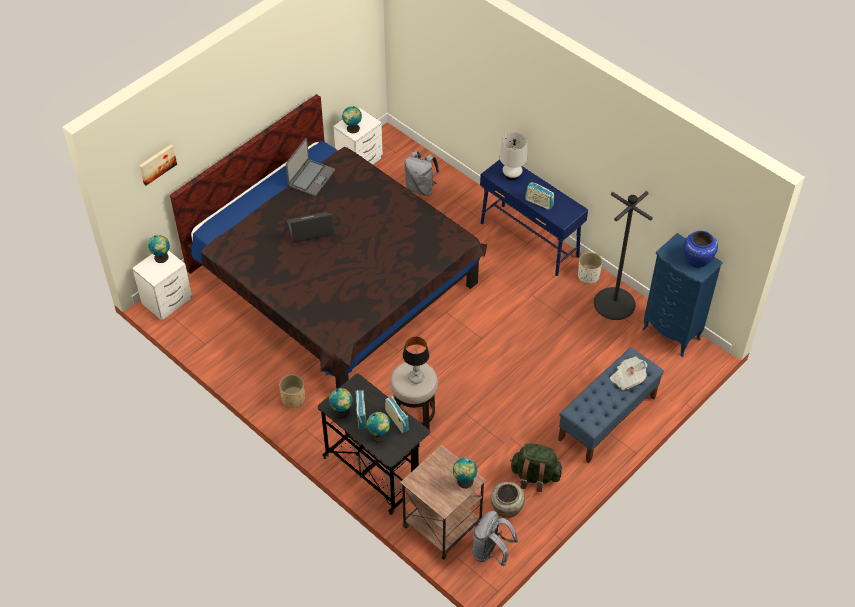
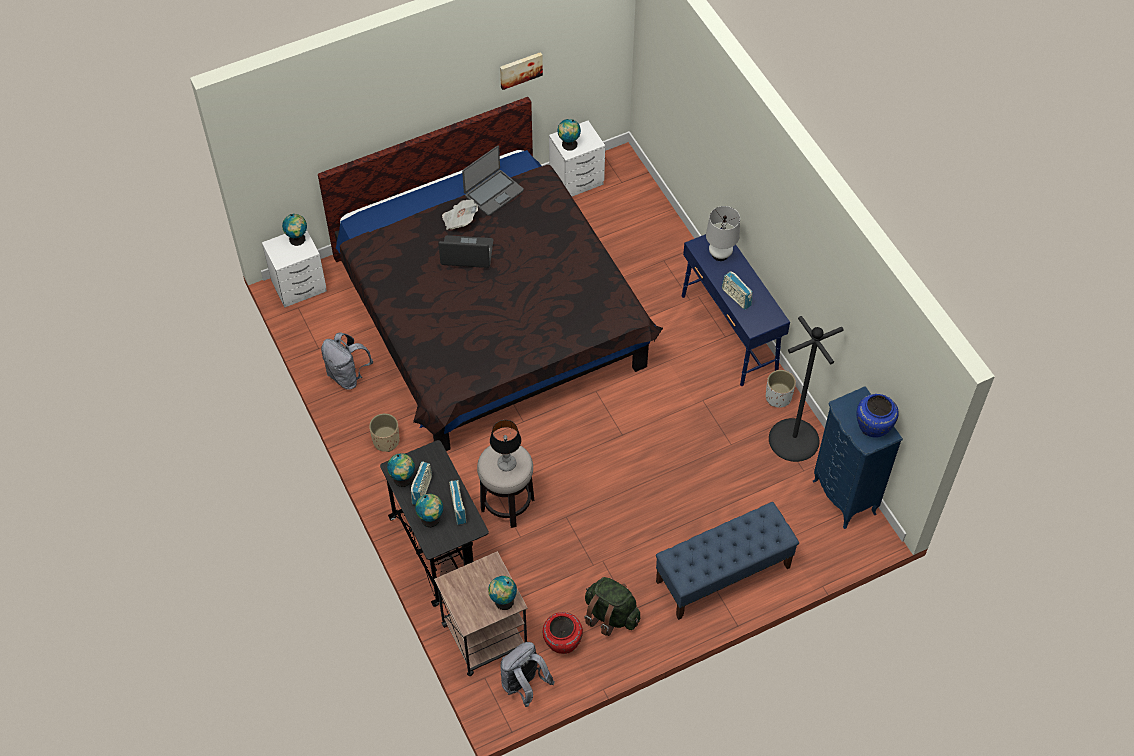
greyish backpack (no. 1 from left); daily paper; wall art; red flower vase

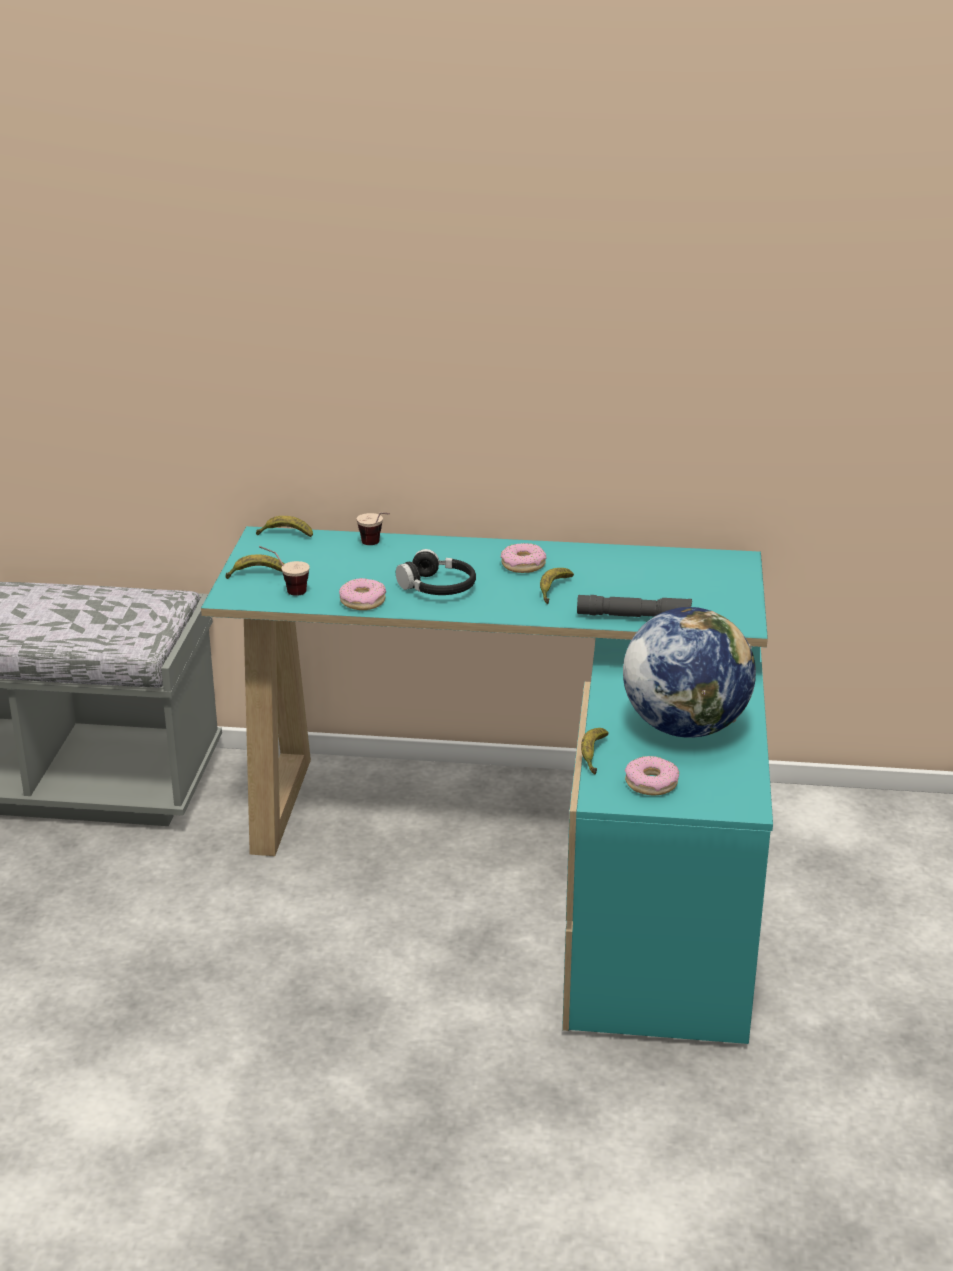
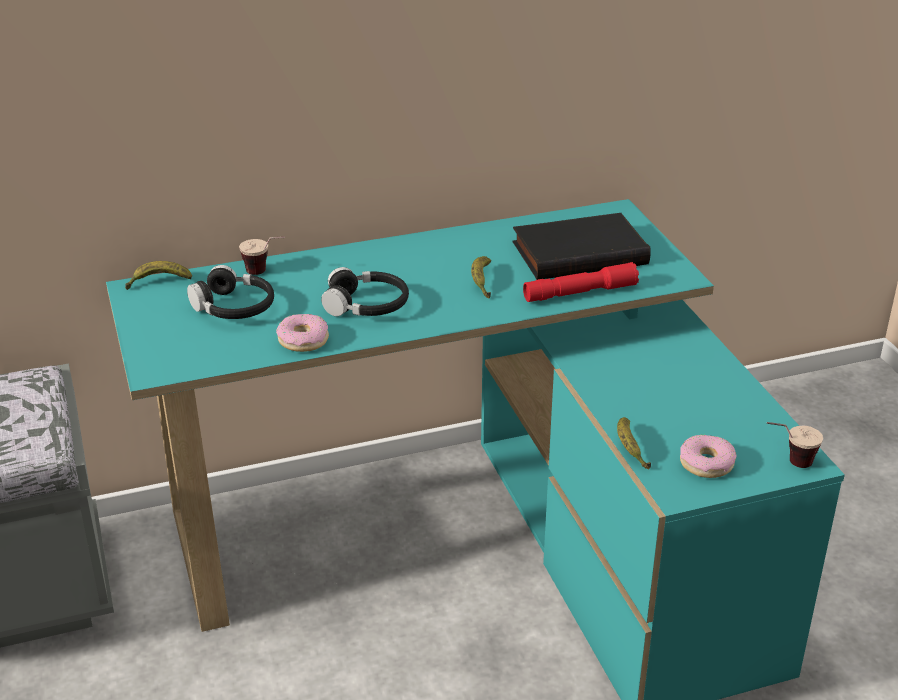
black-coloured headphones (no. 1 from left); black-coloured book; red flashlight; drinking cup (no. 2 from left); banana (no. 1 from left in the first image); donut (no. 2 from left in the first image); globe

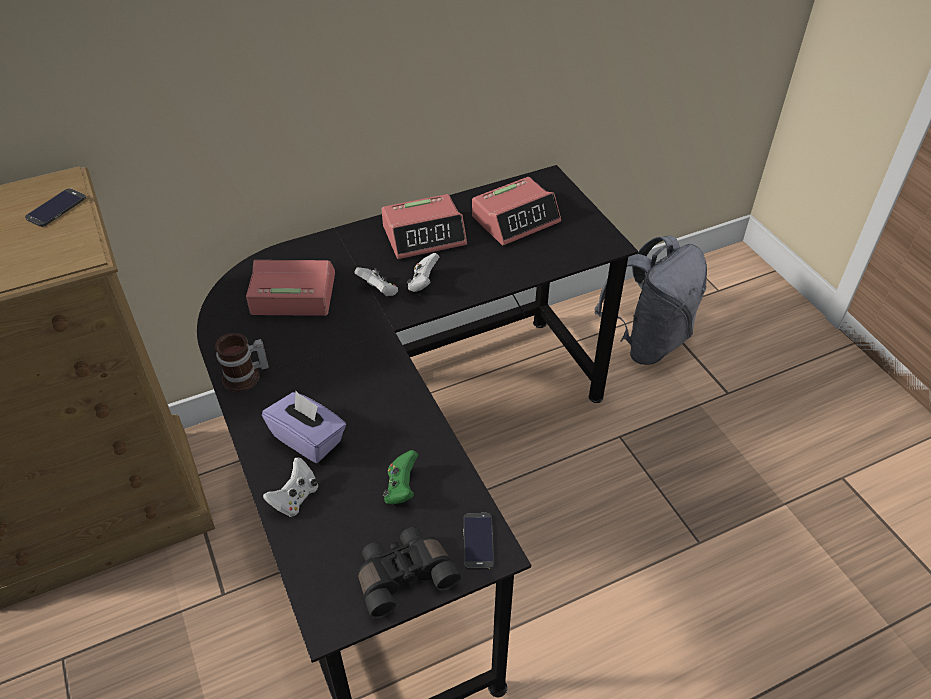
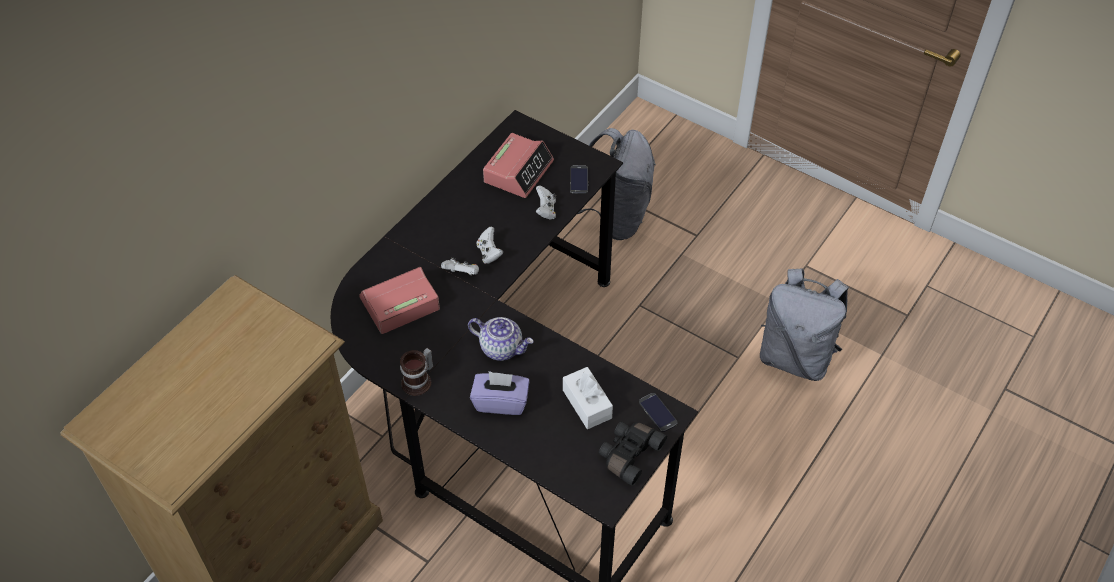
tea pot; whitish gamepad (no. 3 from left); whitish box of tissues; telephone (no. 1 from left); greyish backpack (no. 2 from left); alarm clock (no. 2 from left in the first image)

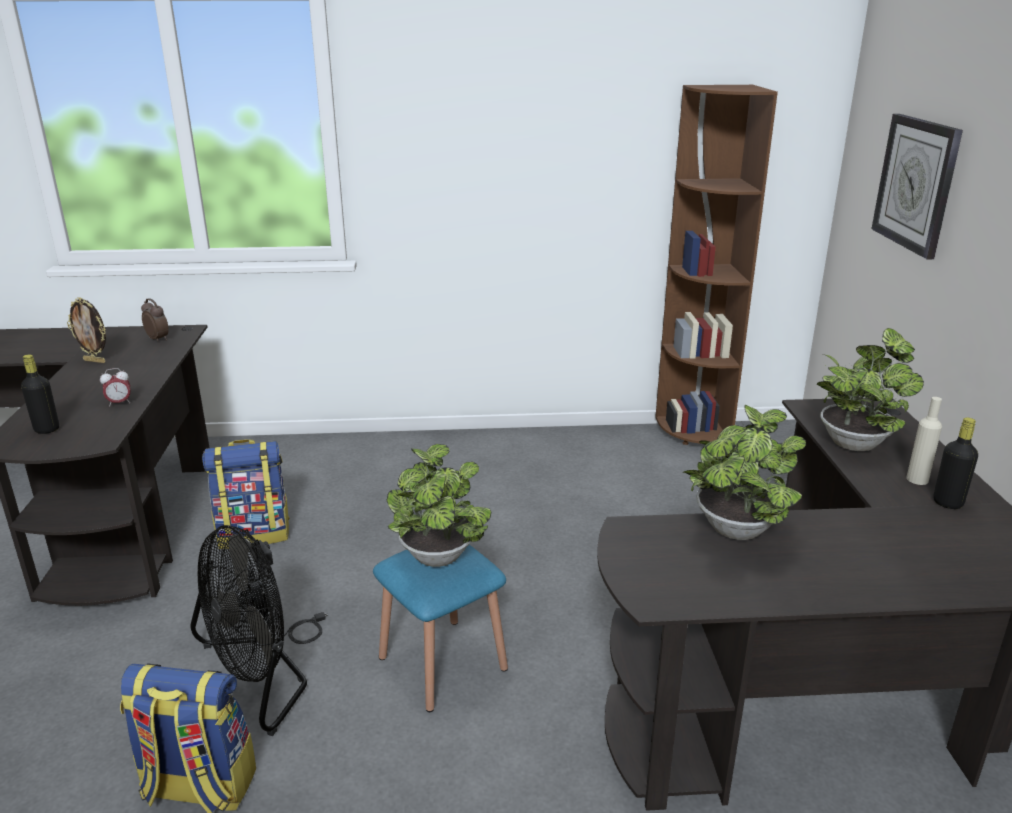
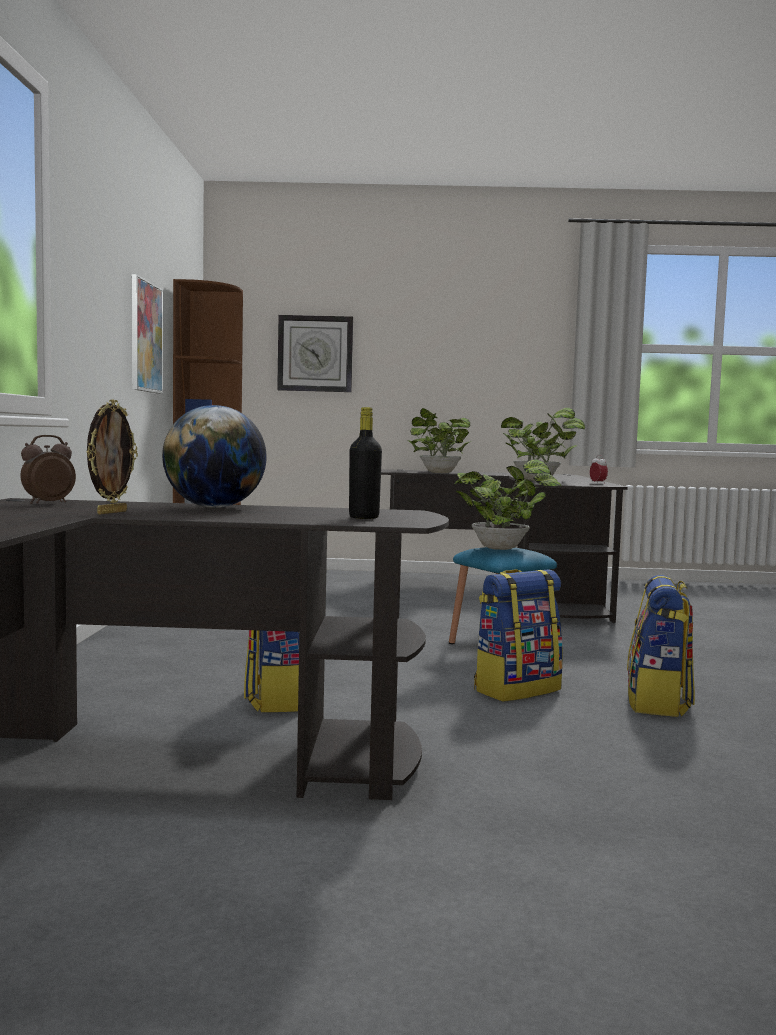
wall art; globe; backpack (no. 2 from left); alarm clock (no. 2 from left); sand-coloured beverage bottle; black-coloured beverage bottle (no. 2 from left in the first image)

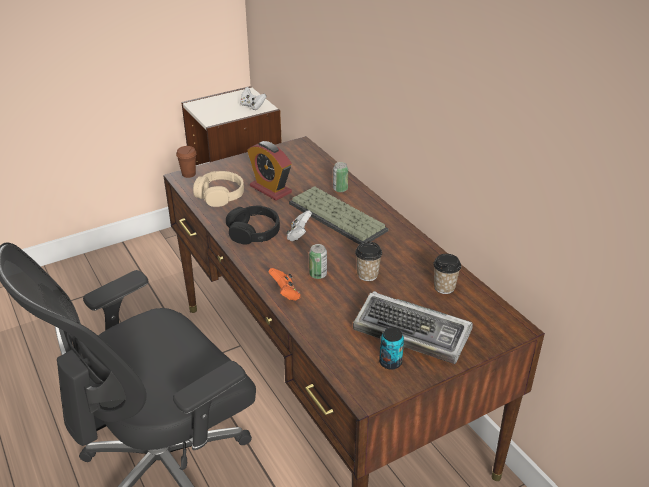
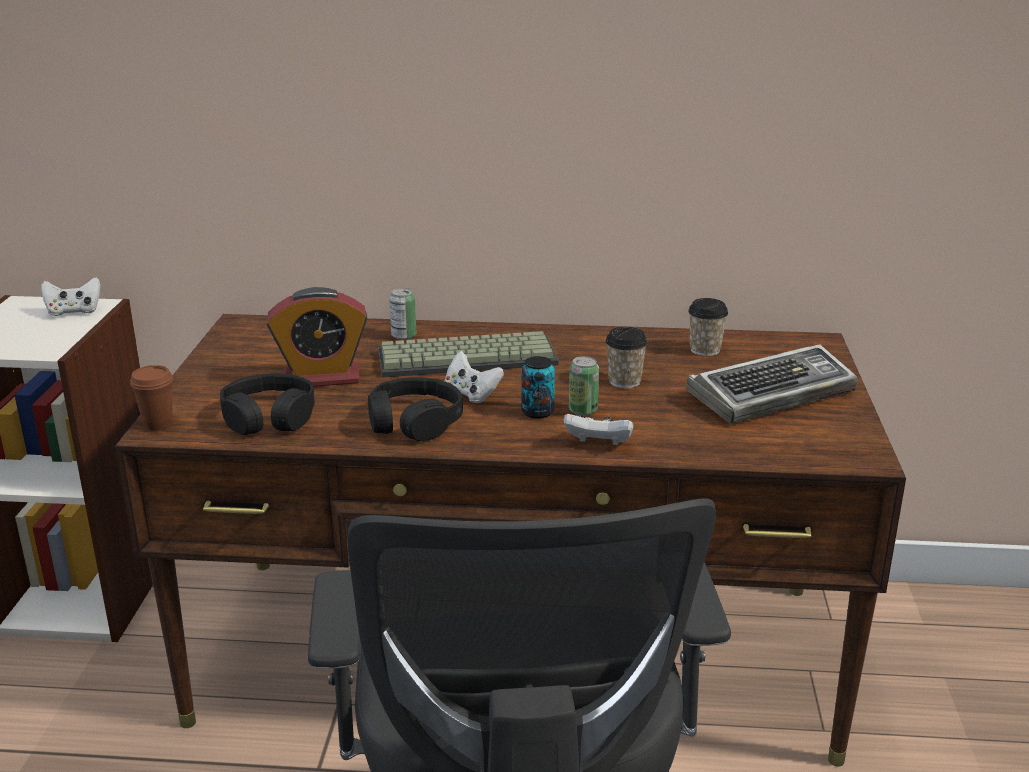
black-coloured headphones (no. 1 from left); sealed can (no. 2 from left); whitish gamepad (no. 3 from left)

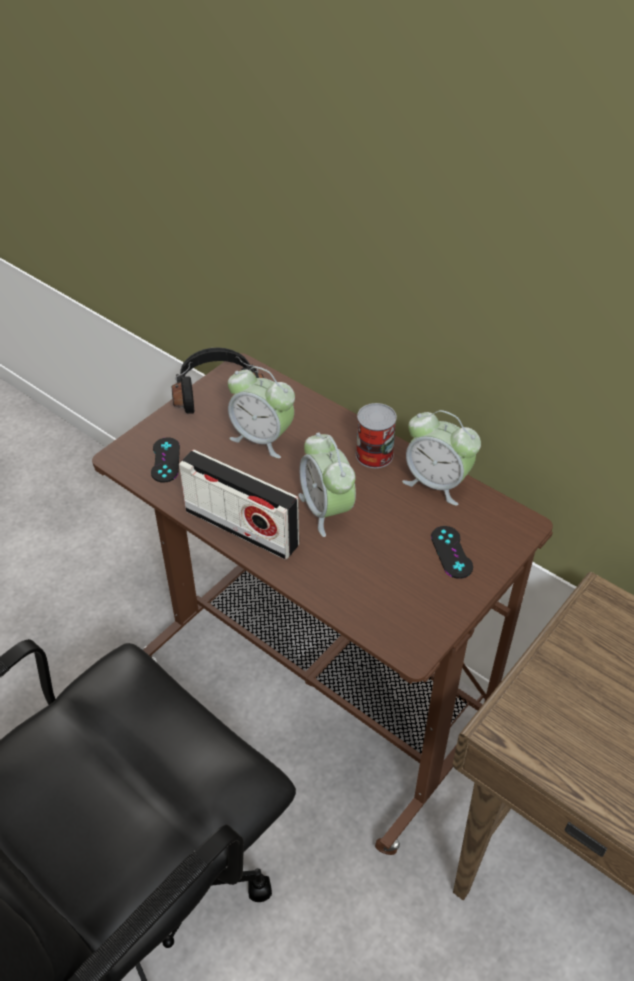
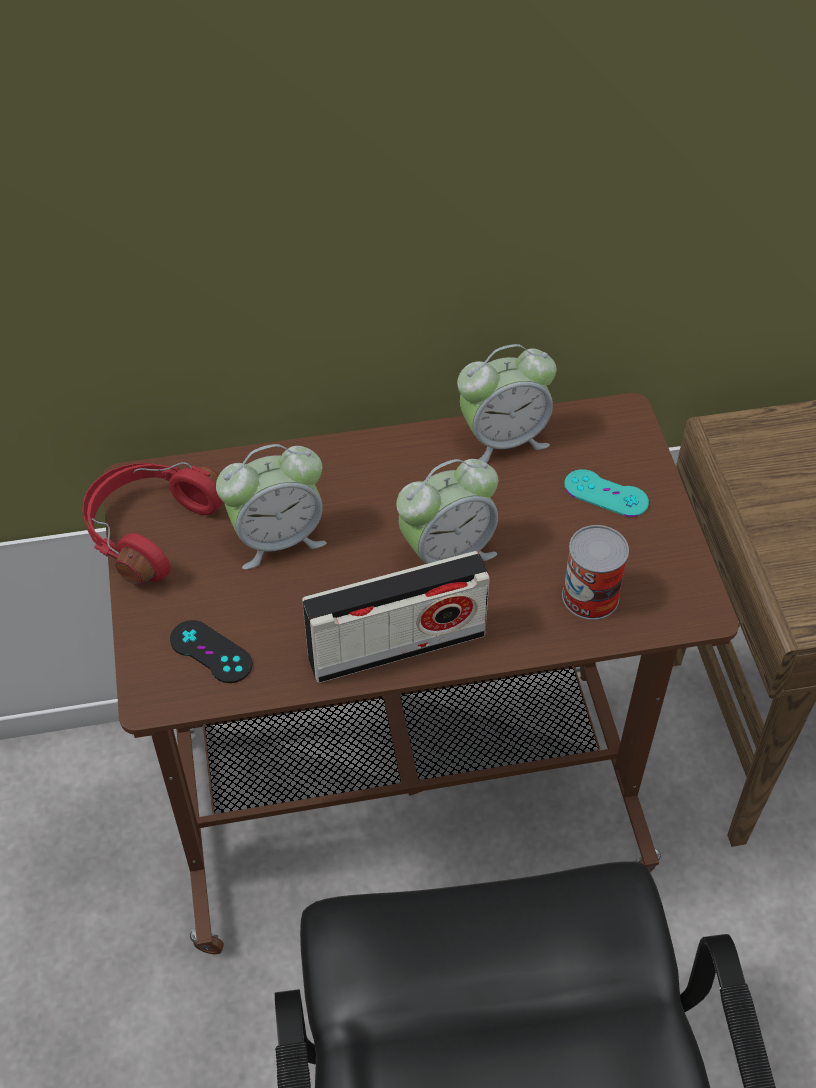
red headphones; alarm clock (no. 2 from left); sealed can; turquoise gamepad

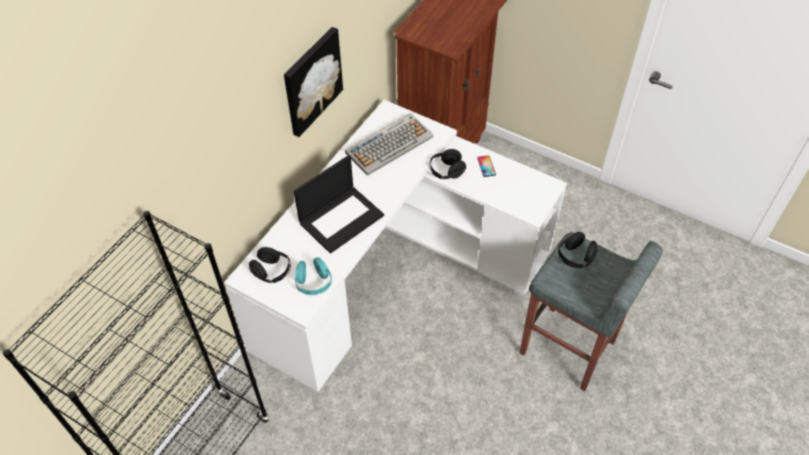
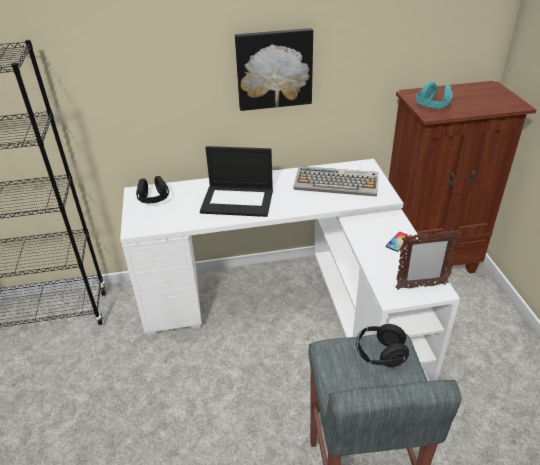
standing frame; turquoise headphones; black-coloured headphones (no. 2 from left in the first image)

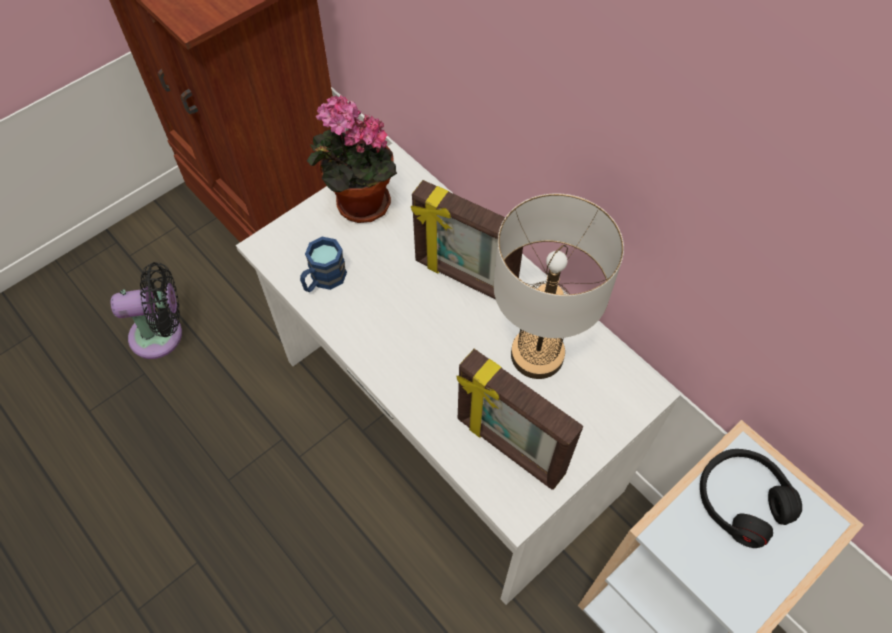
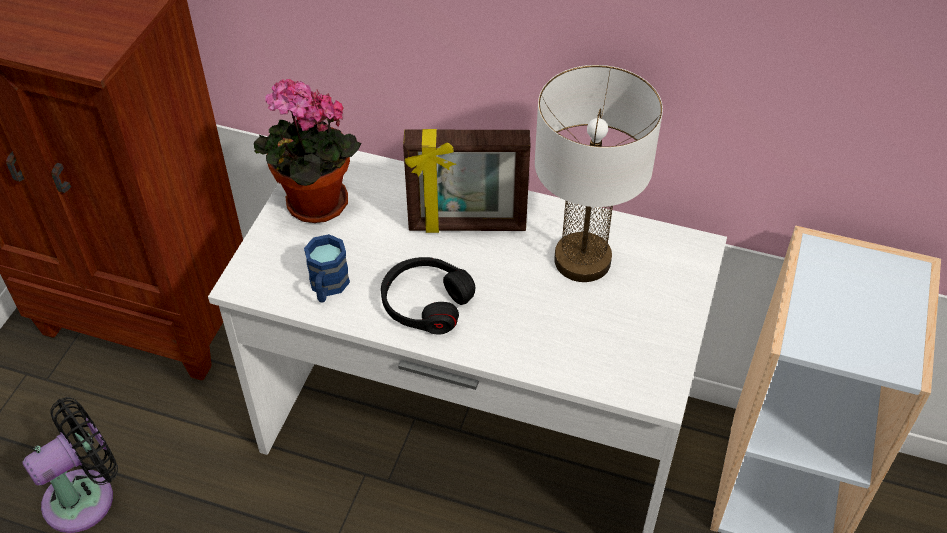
black-coloured headphones; standing frame (no. 2 from left in the first image)

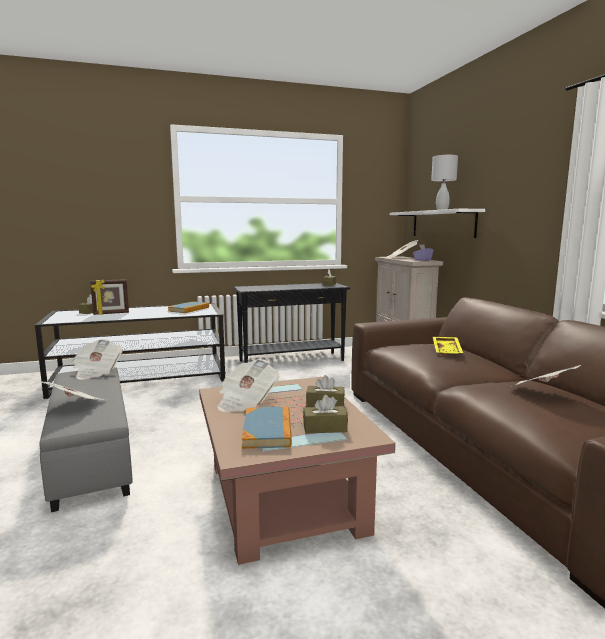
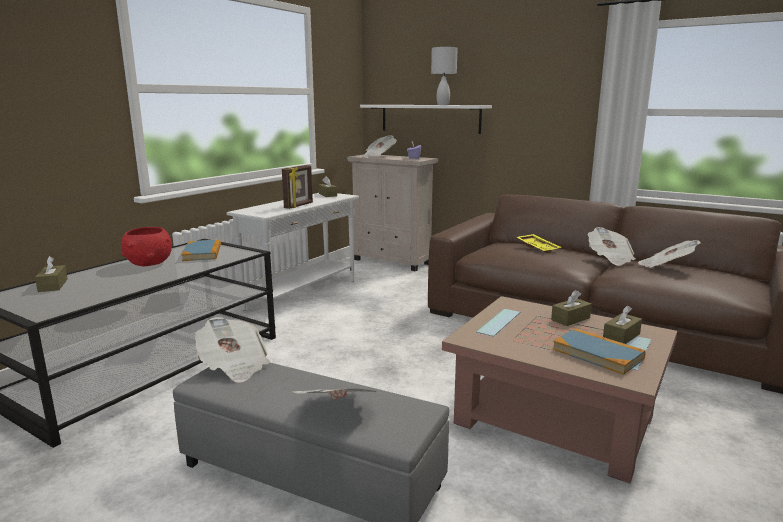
red bowl; whitish console table; standing frame; daily paper (no. 4 from left)

